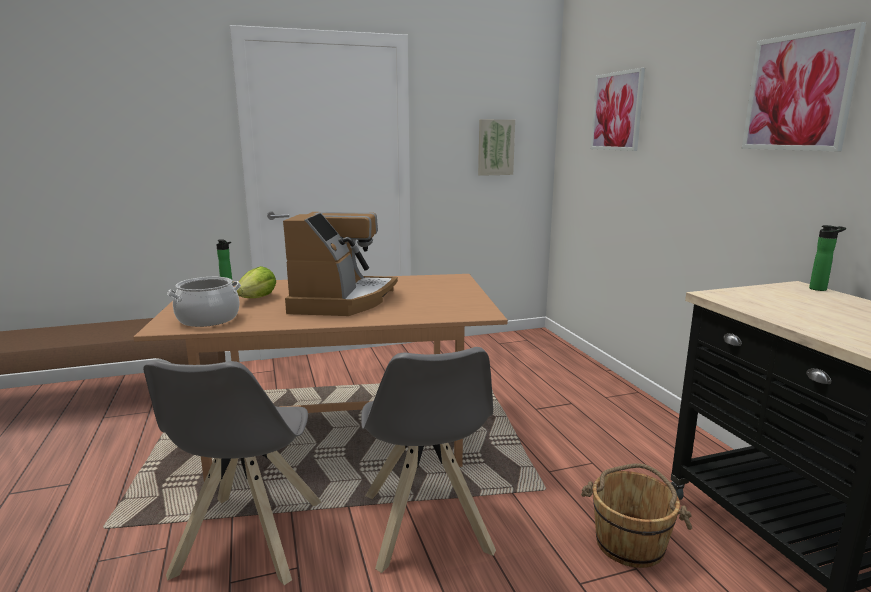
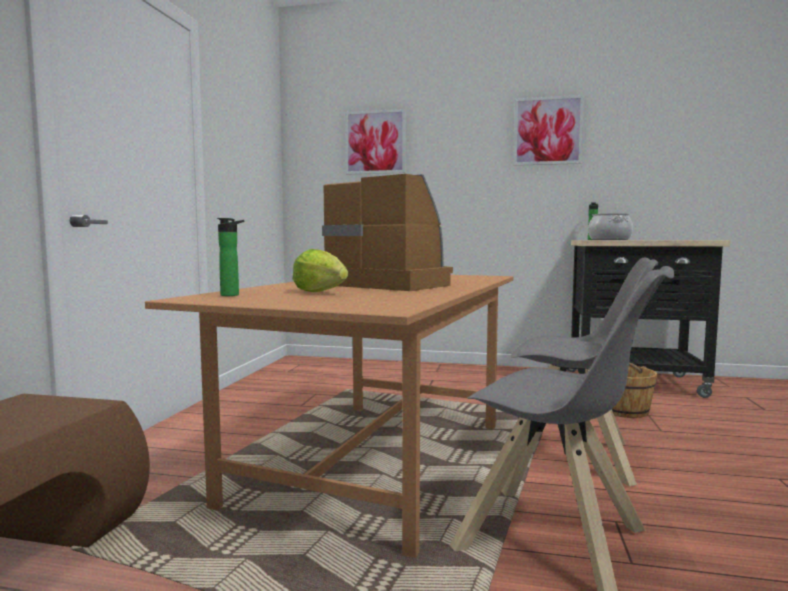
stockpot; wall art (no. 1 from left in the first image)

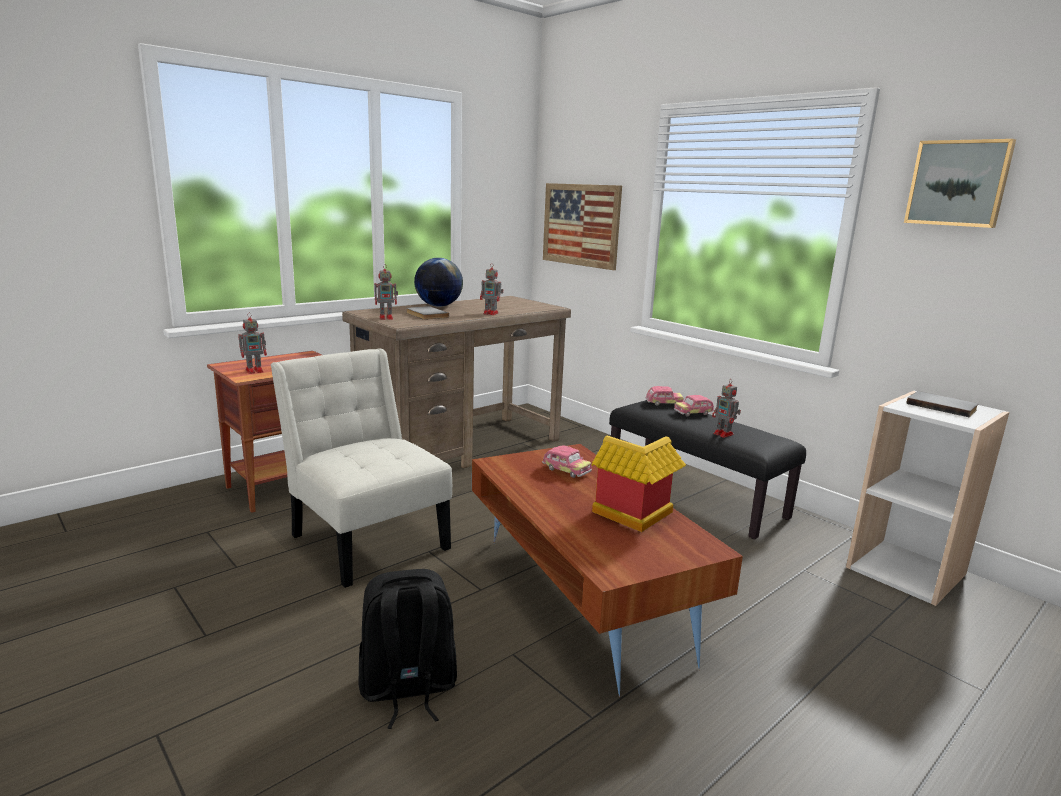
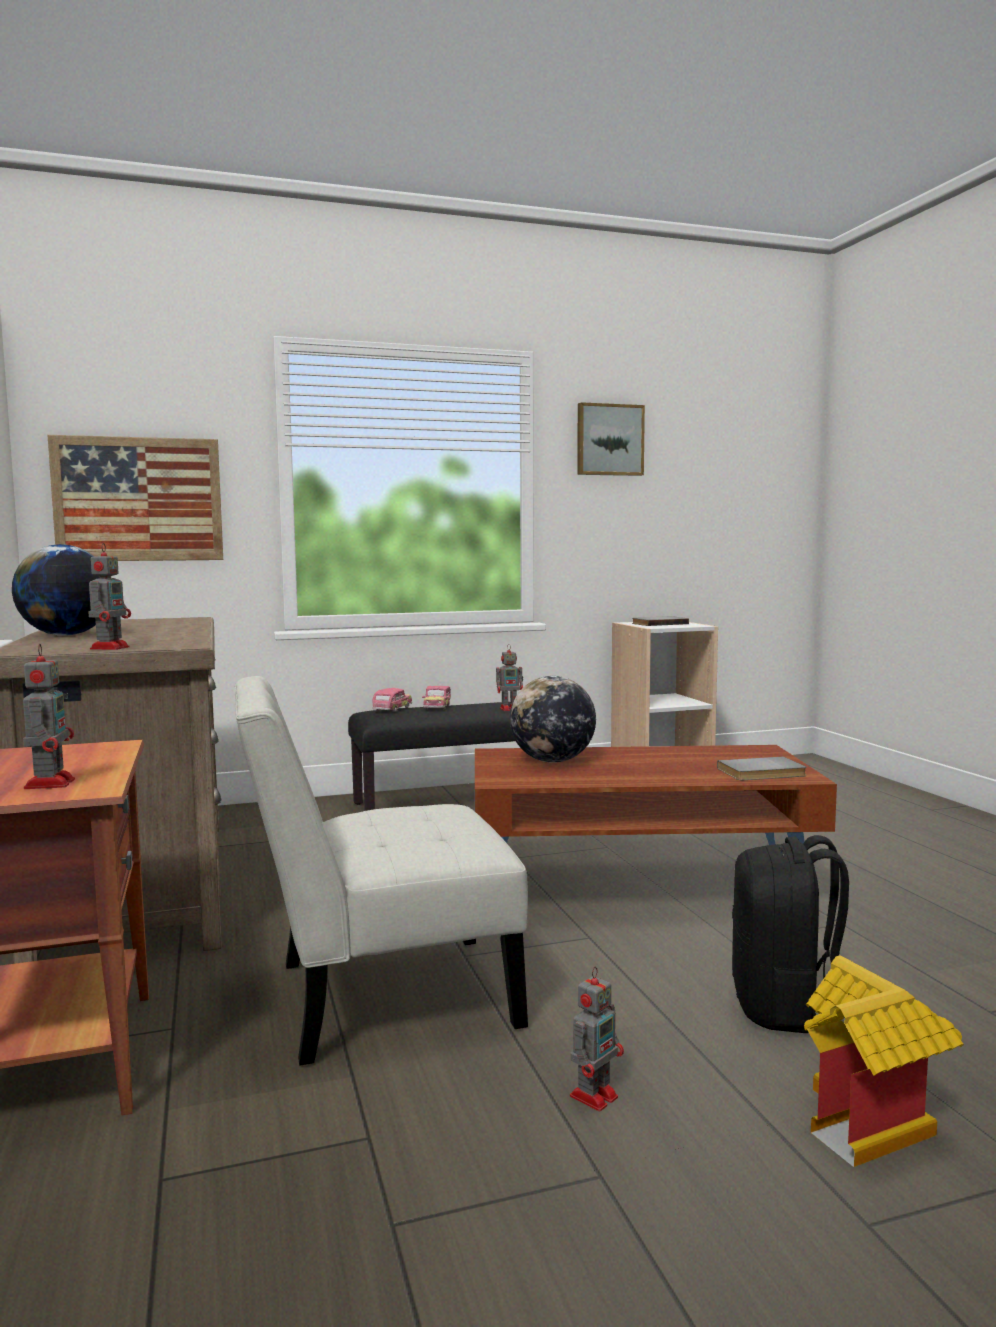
globe (no. 2 from left); toy robot (no. 4 from left); greyish book (no. 2 from left); model house

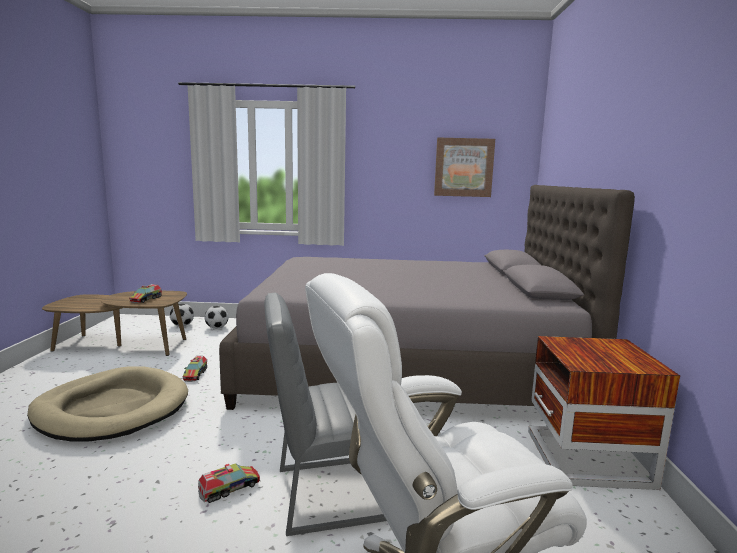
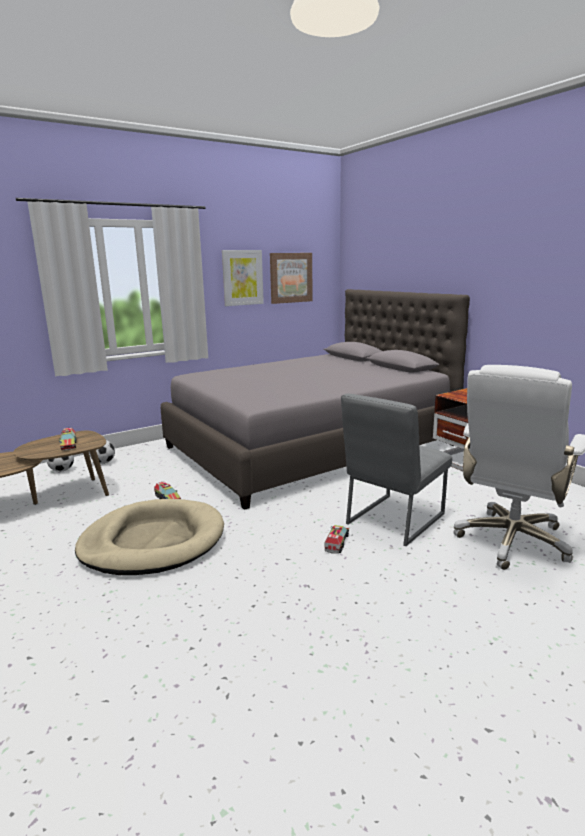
wall art (no. 1 from left)

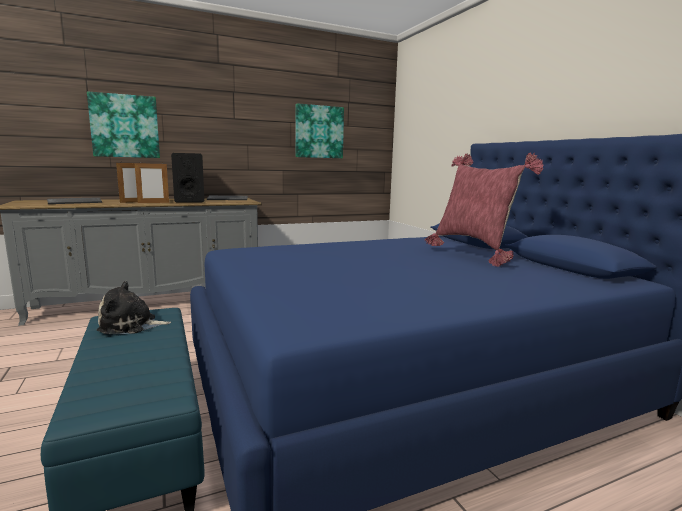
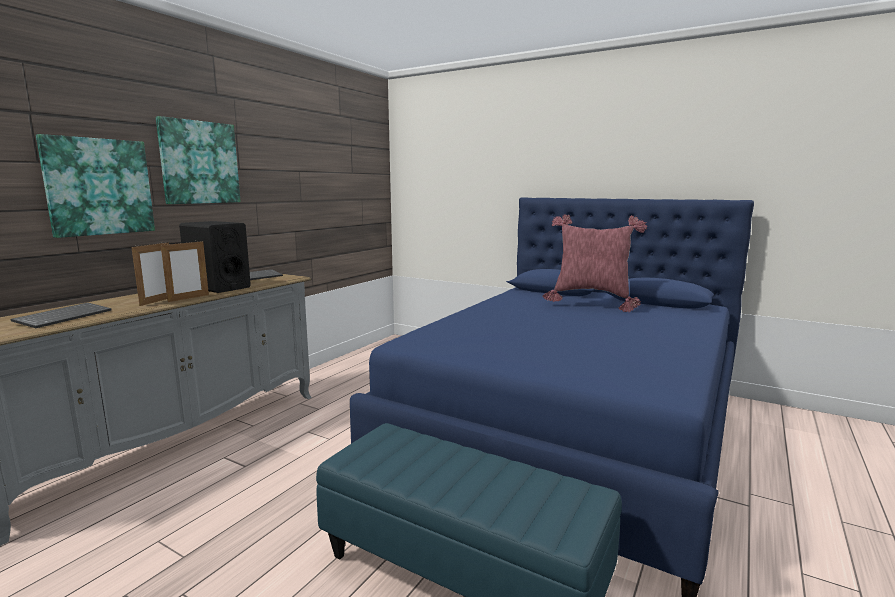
wall art (no. 2 from left); soft toy

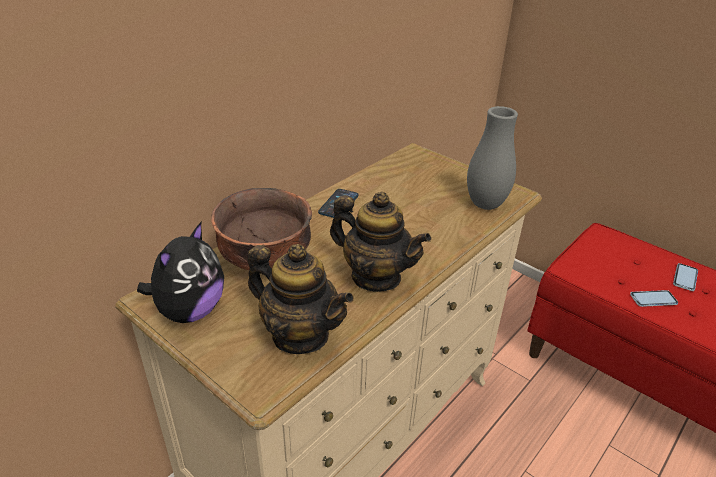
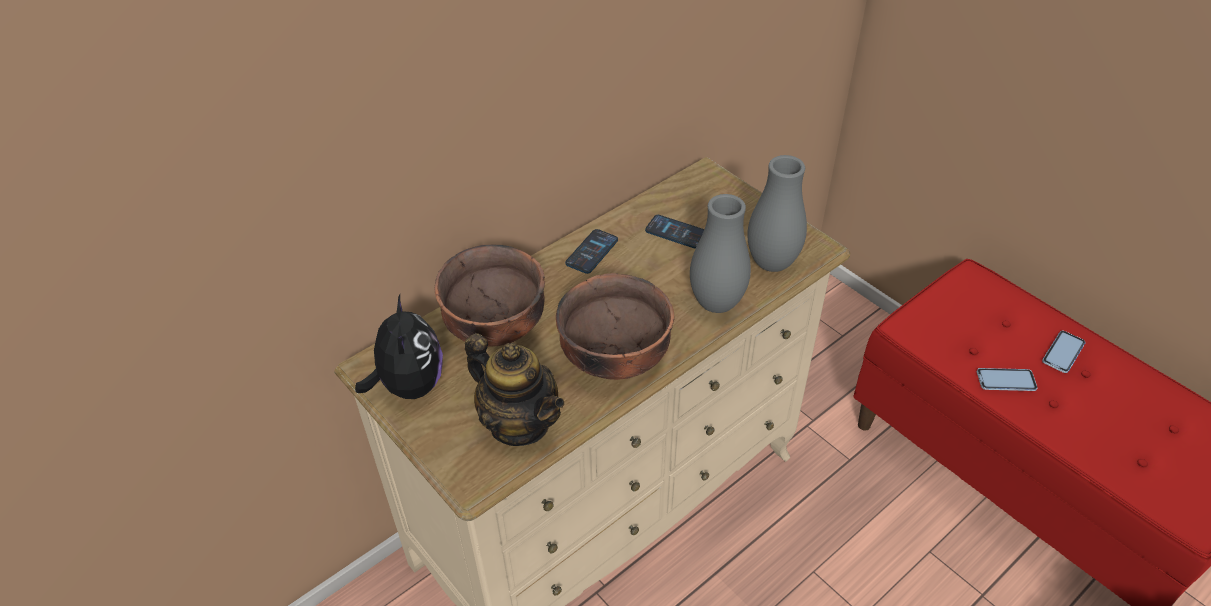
soft toy; brown-coloured bowl (no. 2 from left); telephone (no. 2 from left); greyish flower vase (no. 1 from left)

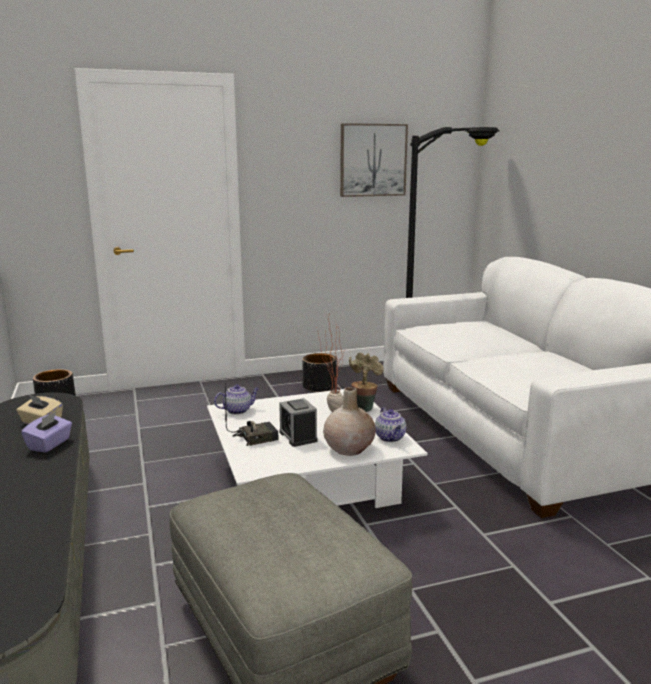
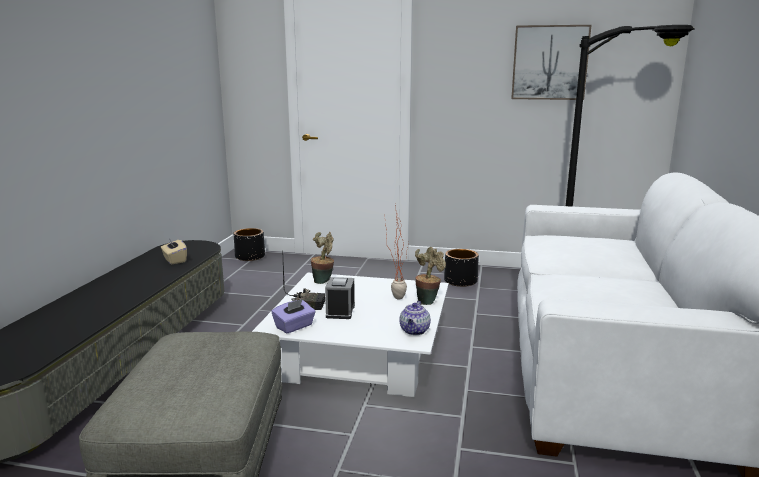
purplish box of tissues; houseplant (no. 1 from left); sand-coloured flower vase

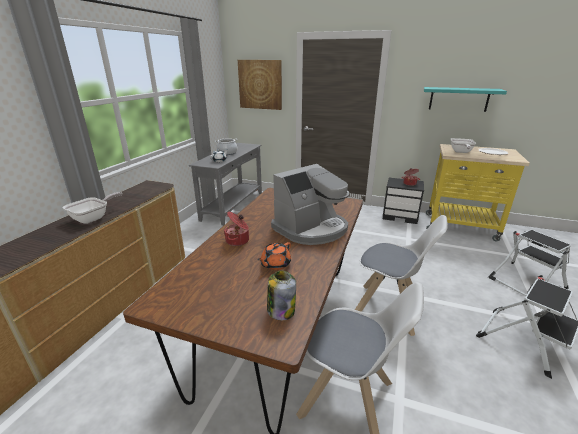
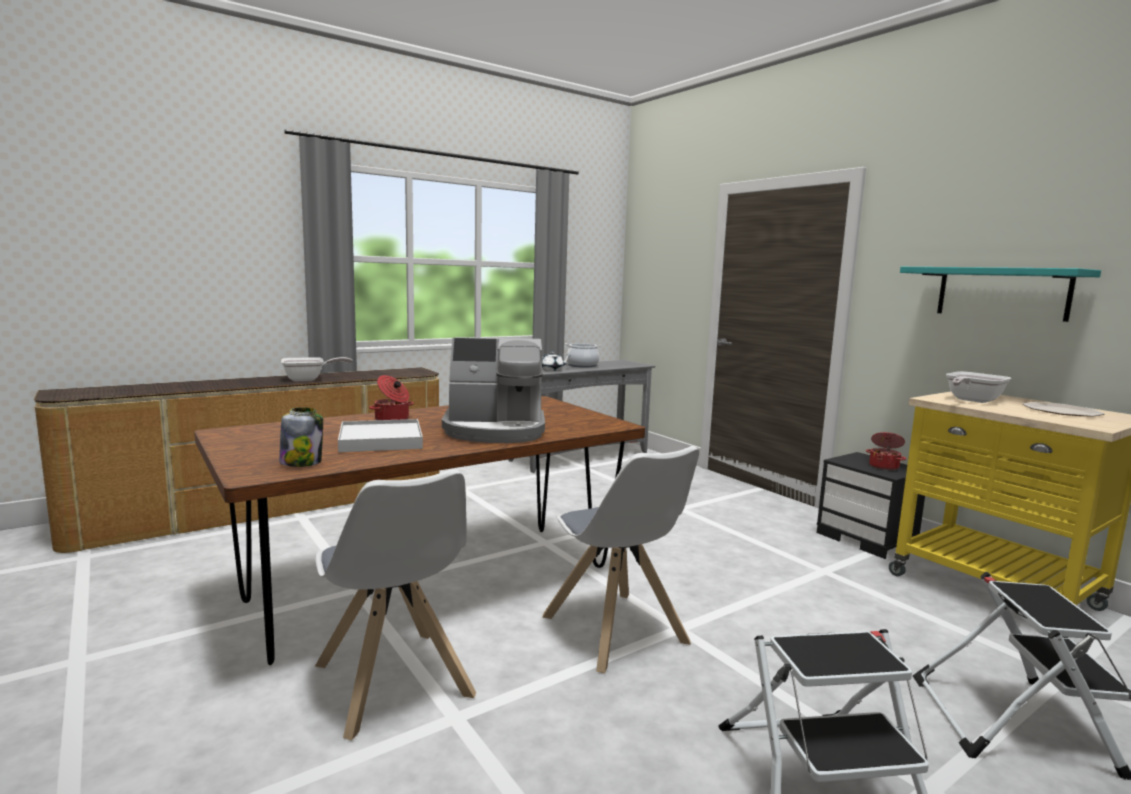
whitish serving tray; wall art

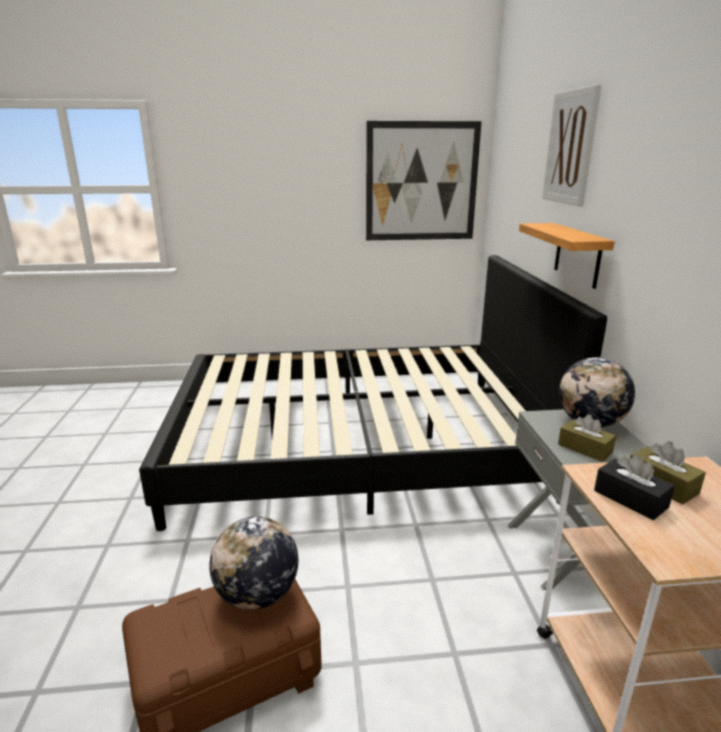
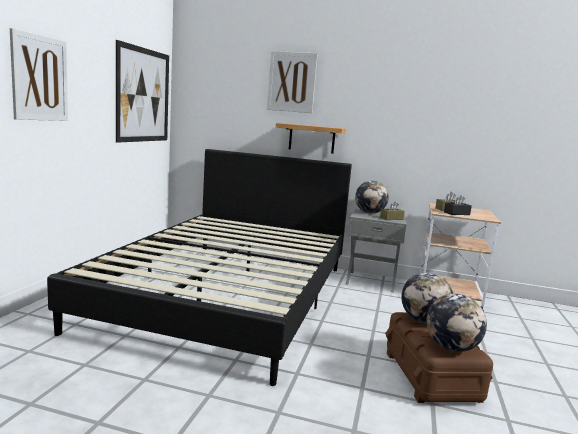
wall art (no. 1 from left); globe (no. 3 from left)

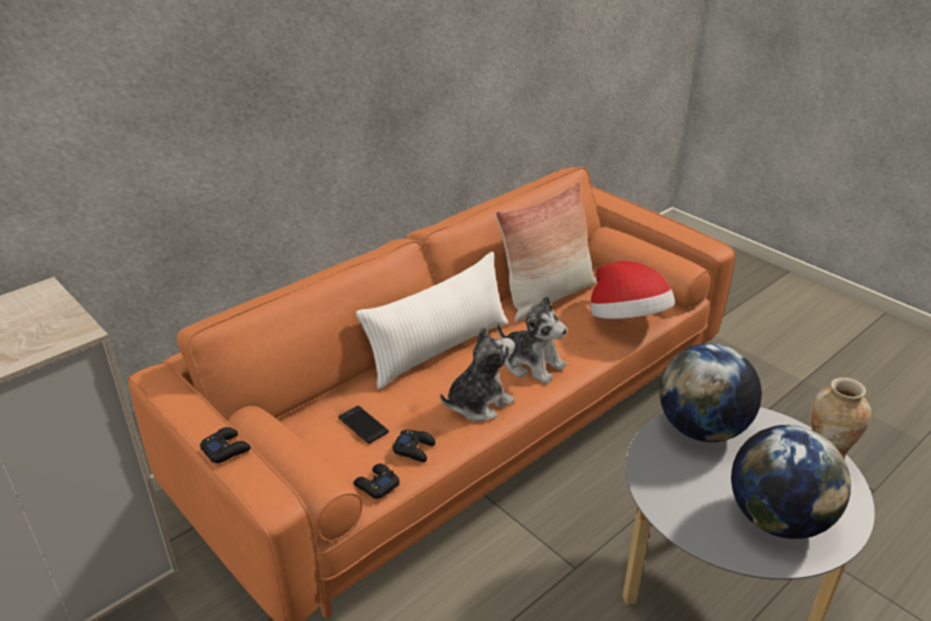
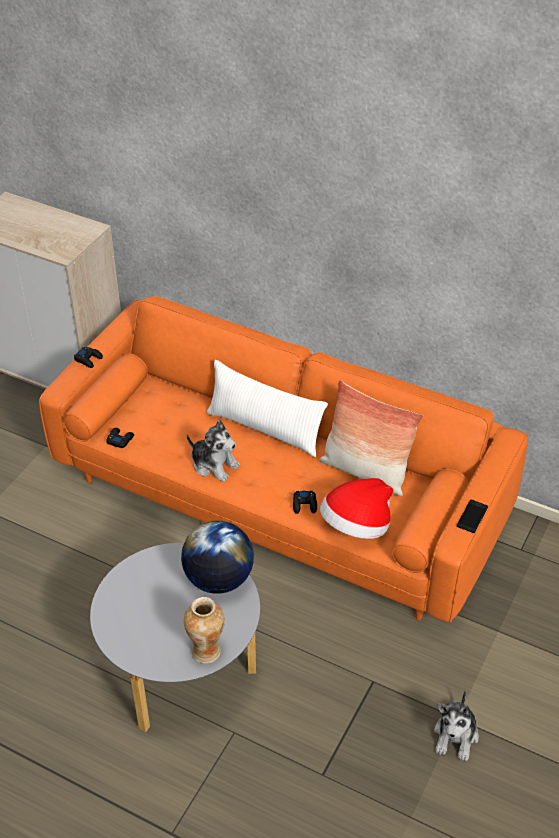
black-coloured gamepad (no. 3 from left); soft toy (no. 2 from left); telephone; globe (no. 2 from left in the first image)

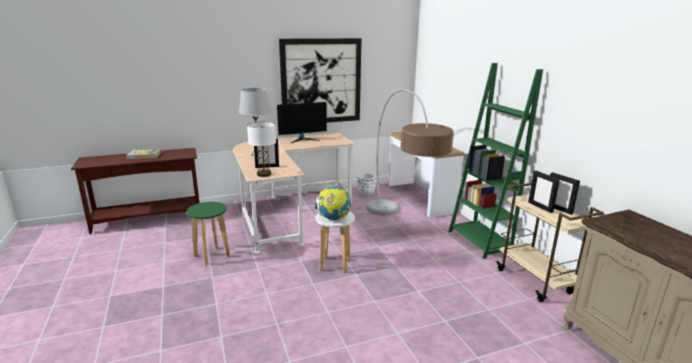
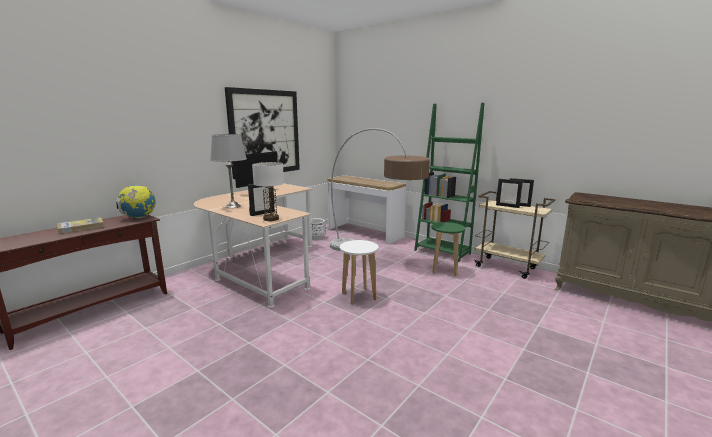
globe; green-coloured sitting stool

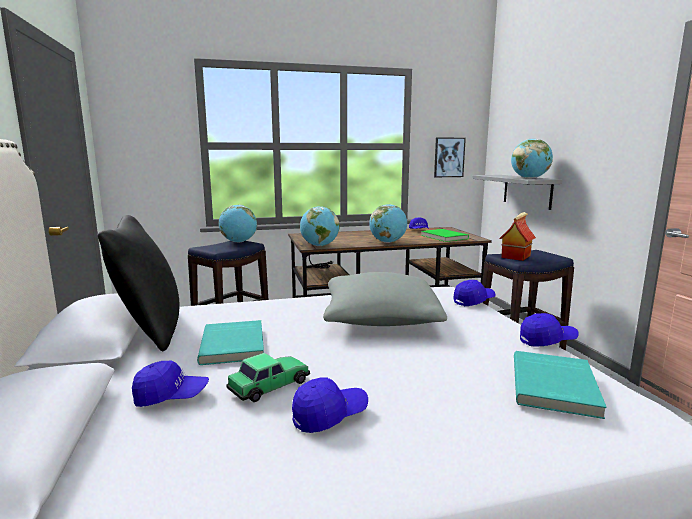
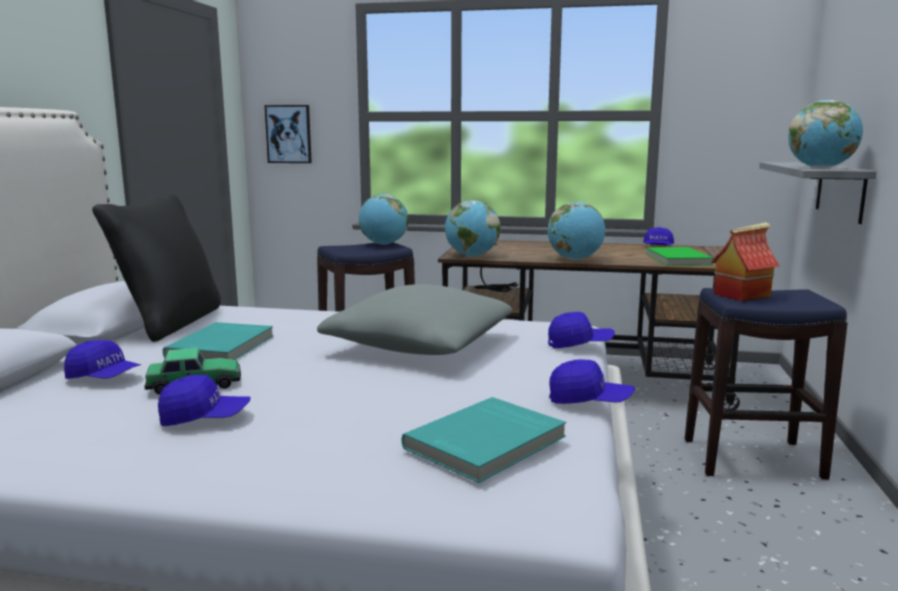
wall art

